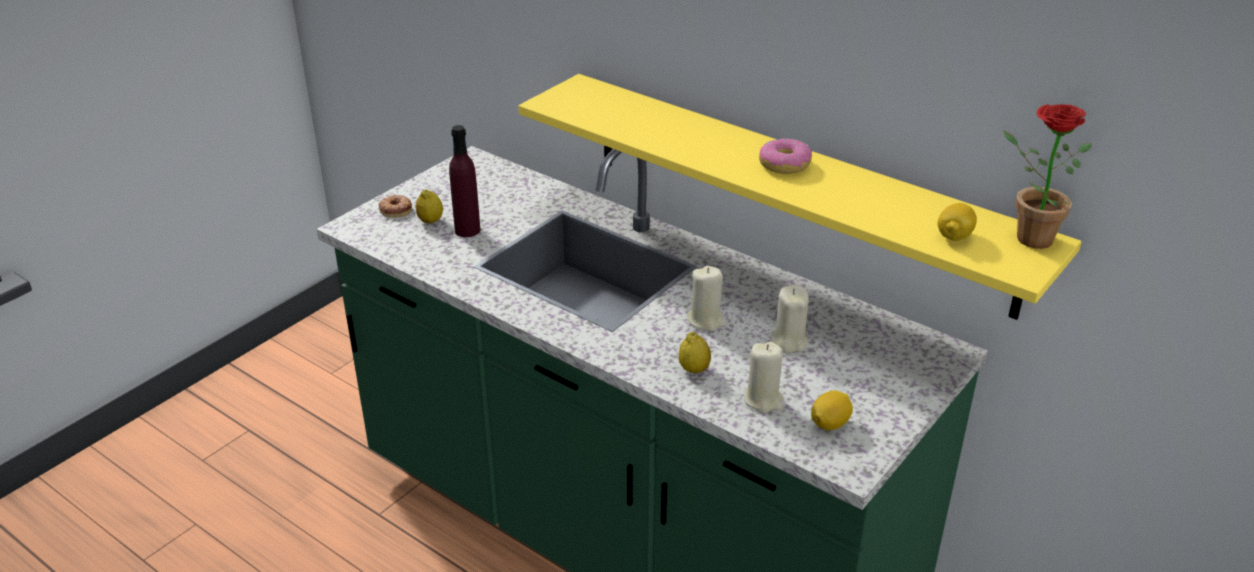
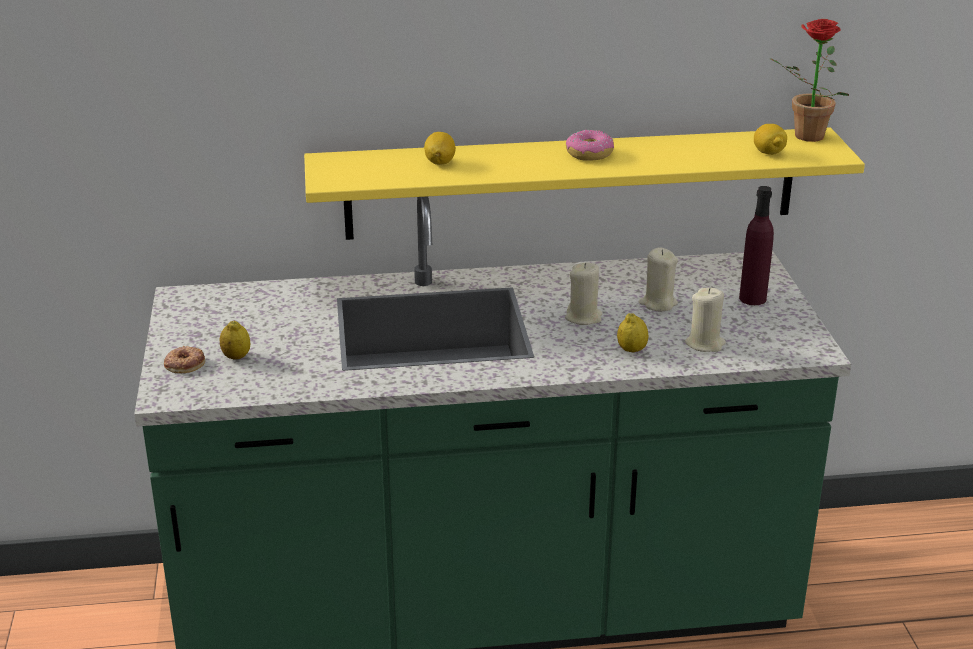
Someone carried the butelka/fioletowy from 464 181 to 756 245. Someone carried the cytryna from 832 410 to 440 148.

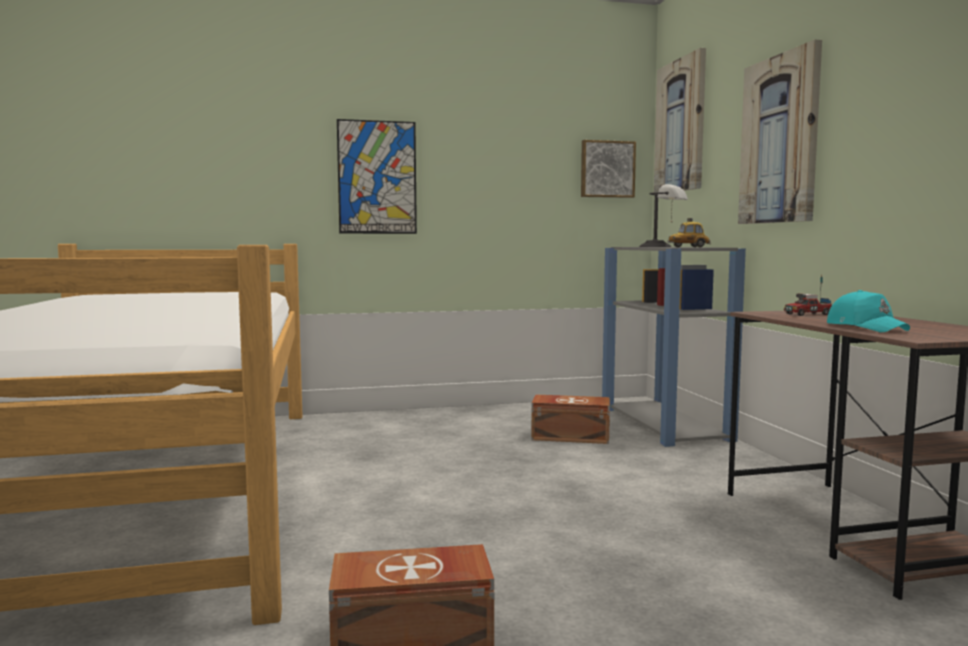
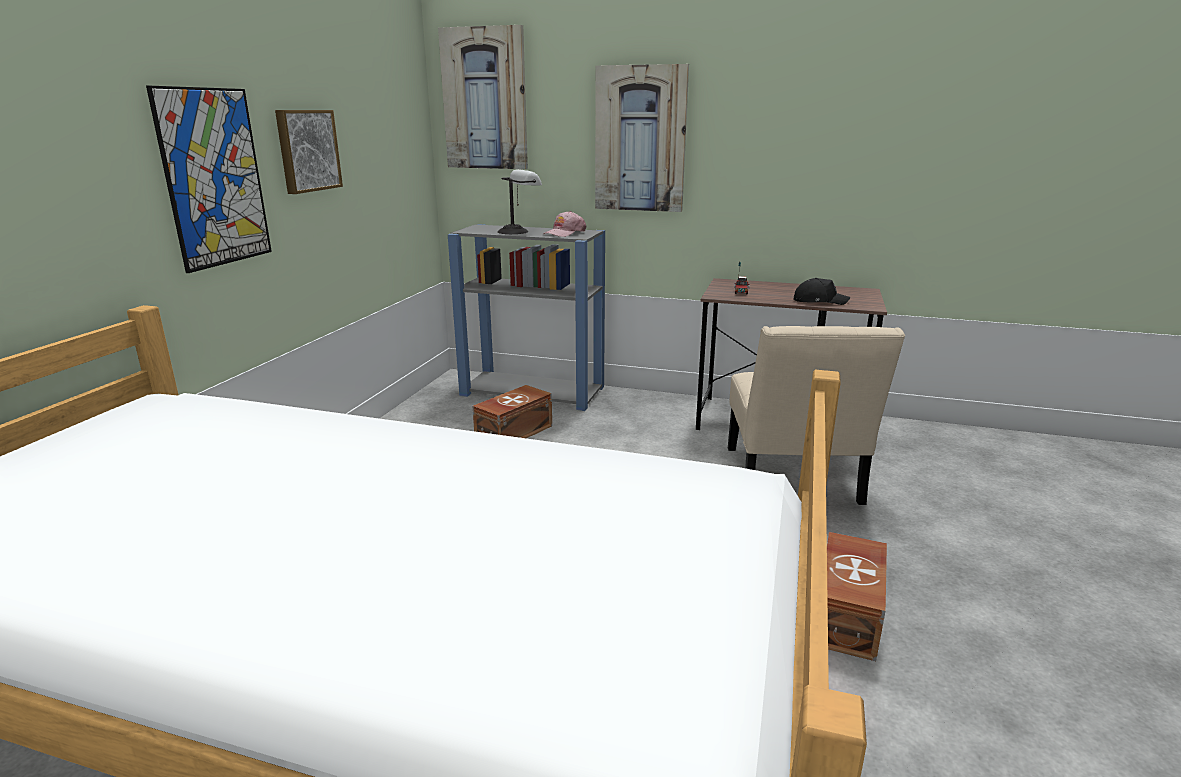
Someone carried the obraz from 608 169 to 309 152. Someone swapped the samochodzik at 689 232 for the czapka z daszkiem/różowy at 564 224. Someone repainted the czapka z daszkiem/turkusowy at 868 311, which became the czapka z daszkiem/czarny at 821 291. Someone put down the krzesło/beżowy at 816 415.

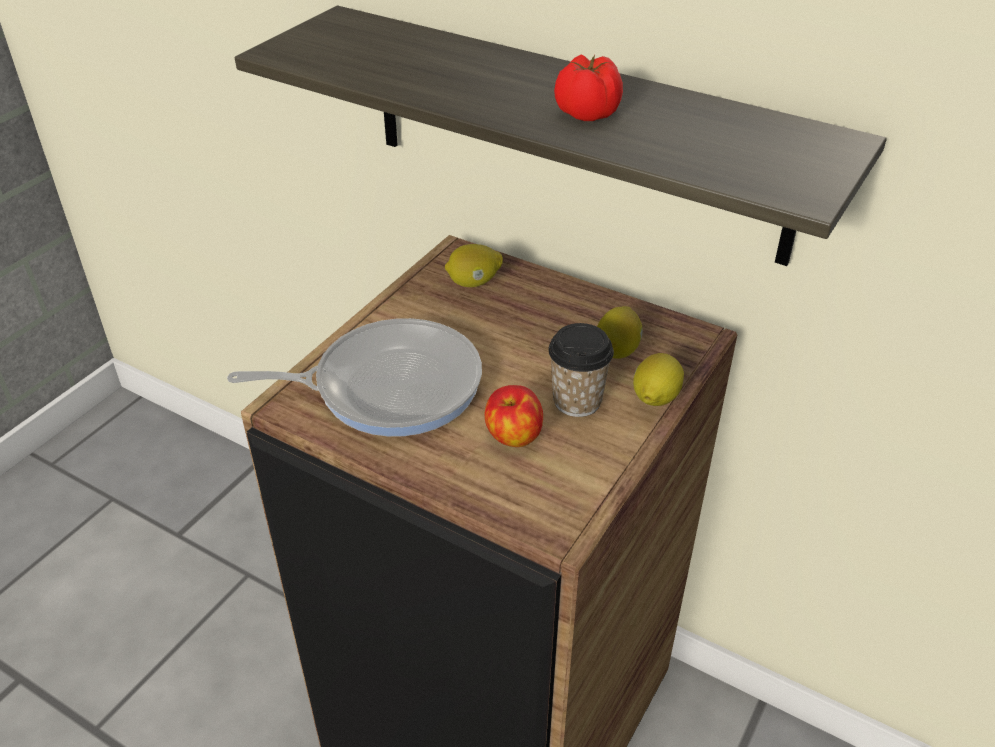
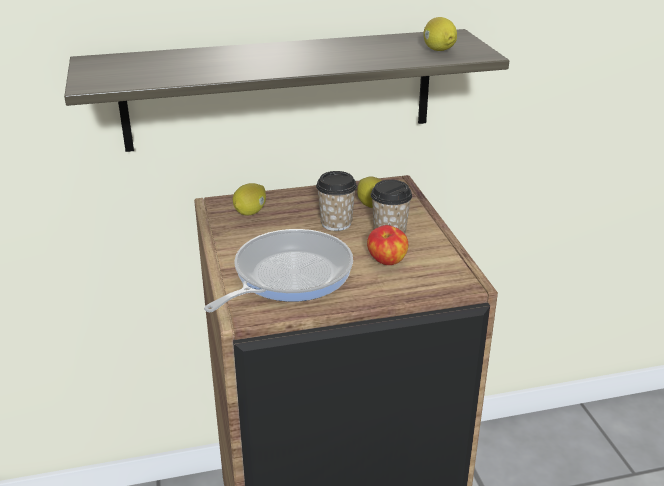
Someone took away the pomidor at 588 87. Someone carried the cytryna from 658 379 to 440 34. Someone put down the filiżanka at 336 201.

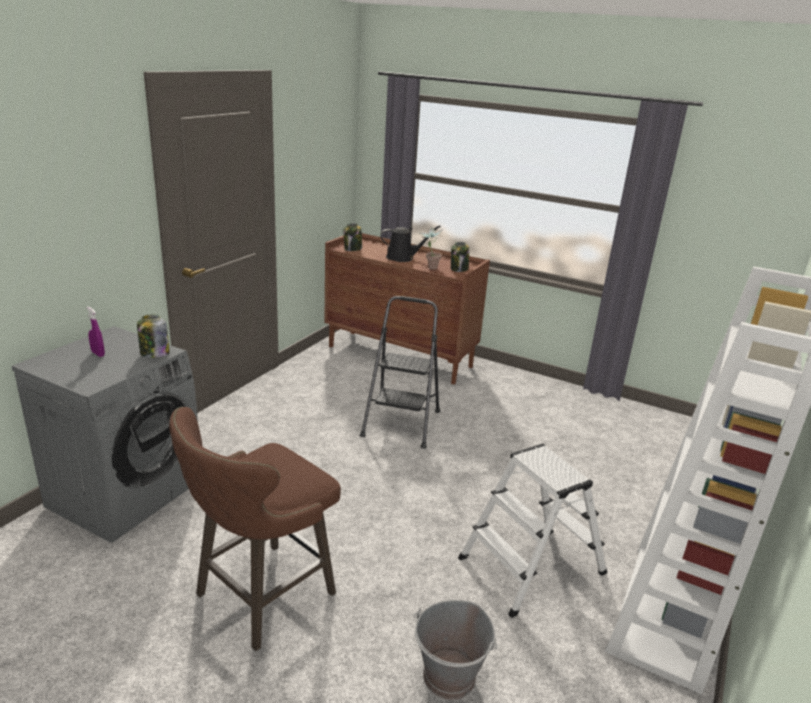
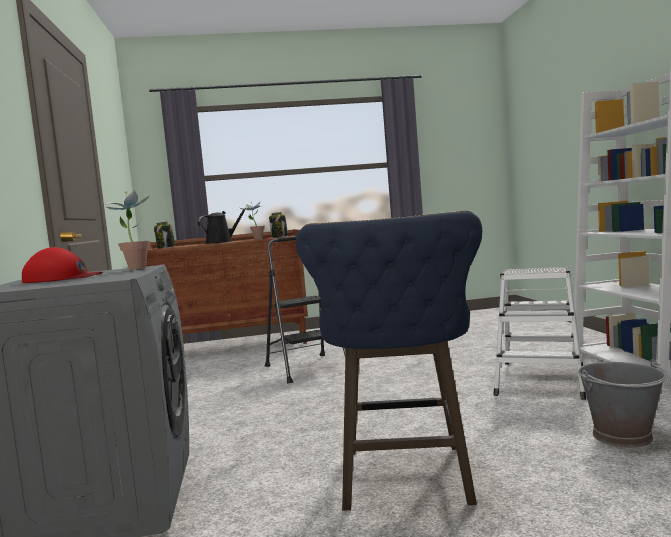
Someone swapped the spryskiwacz/fioletowy at 95 331 for the czapka z daszkiem/czerwony at 62 265. Someone swapped the słoik at 153 336 for the roślina doniczkowa at 128 230. Someone repainted the stołek/brązowy at 255 529, which became the stołek/niebieski at 389 360.

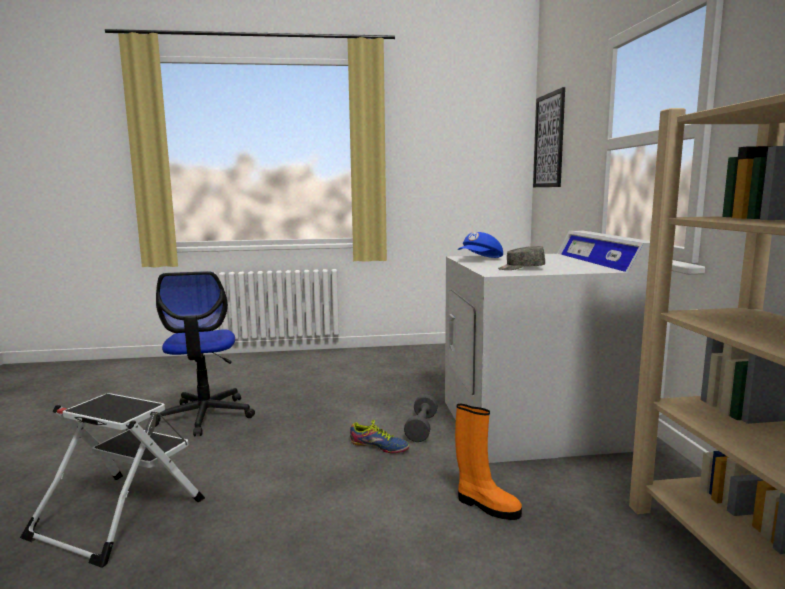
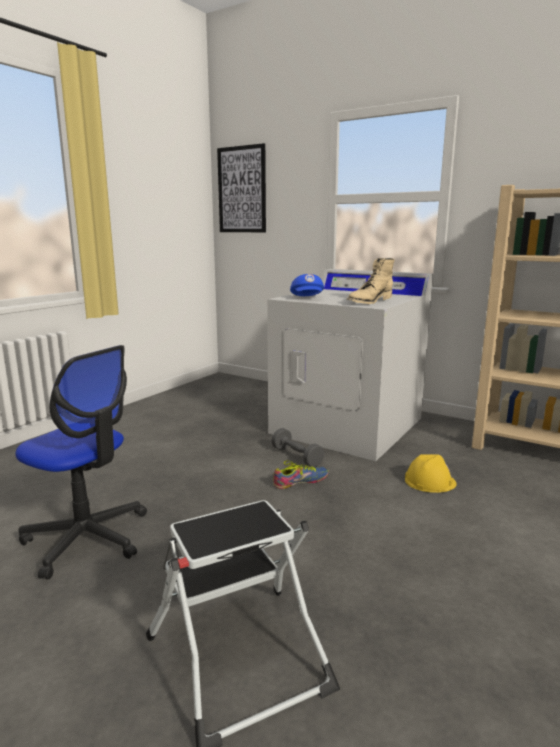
Someone swapped the czapka z daszkiem/szary at 521 258 for the but z cholewką/beżowy at 370 281. Someone swapped the but z cholewką/pomarańczowy at 488 462 for the kask/żółty at 431 473.

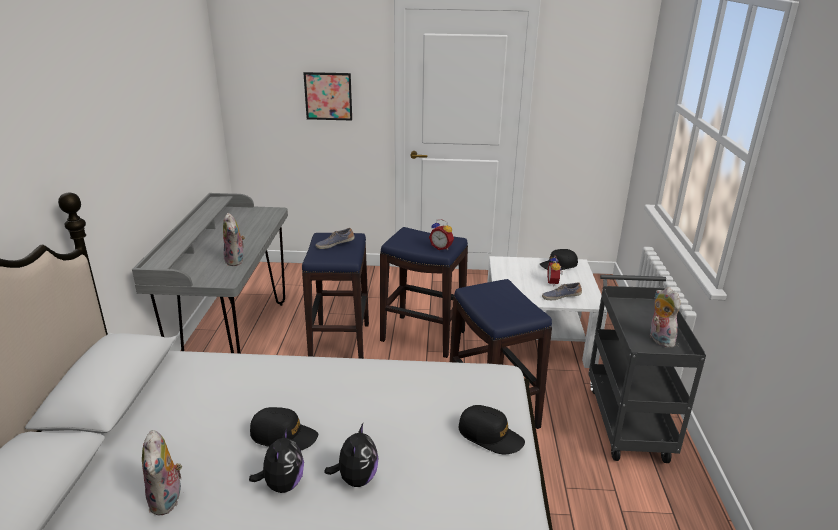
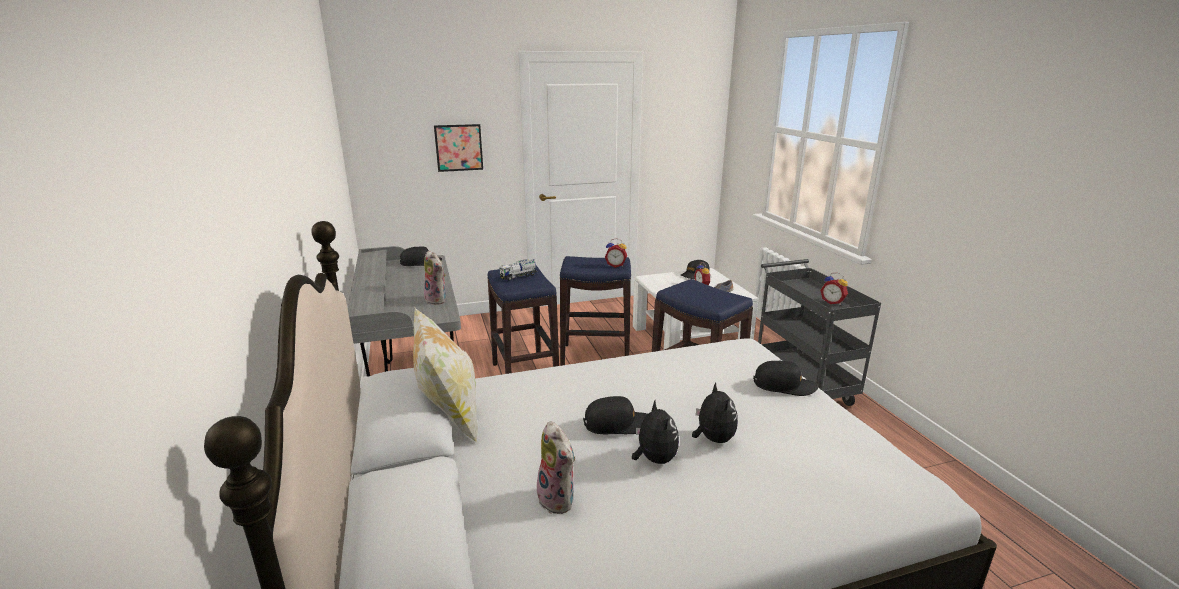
Someone swapped the but at 335 238 for the ciężarówka zabawkowa at 518 270. Someone swapped the pluszak at 665 317 for the budzik at 834 289. Someone put down the czapka z daszkiem/czarny at 421 256. Someone put down the poduszka at 445 374.

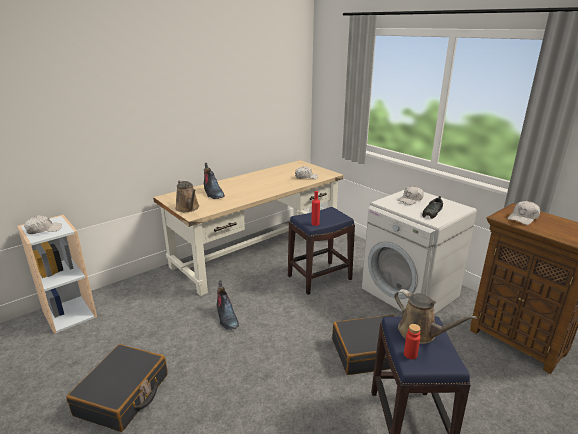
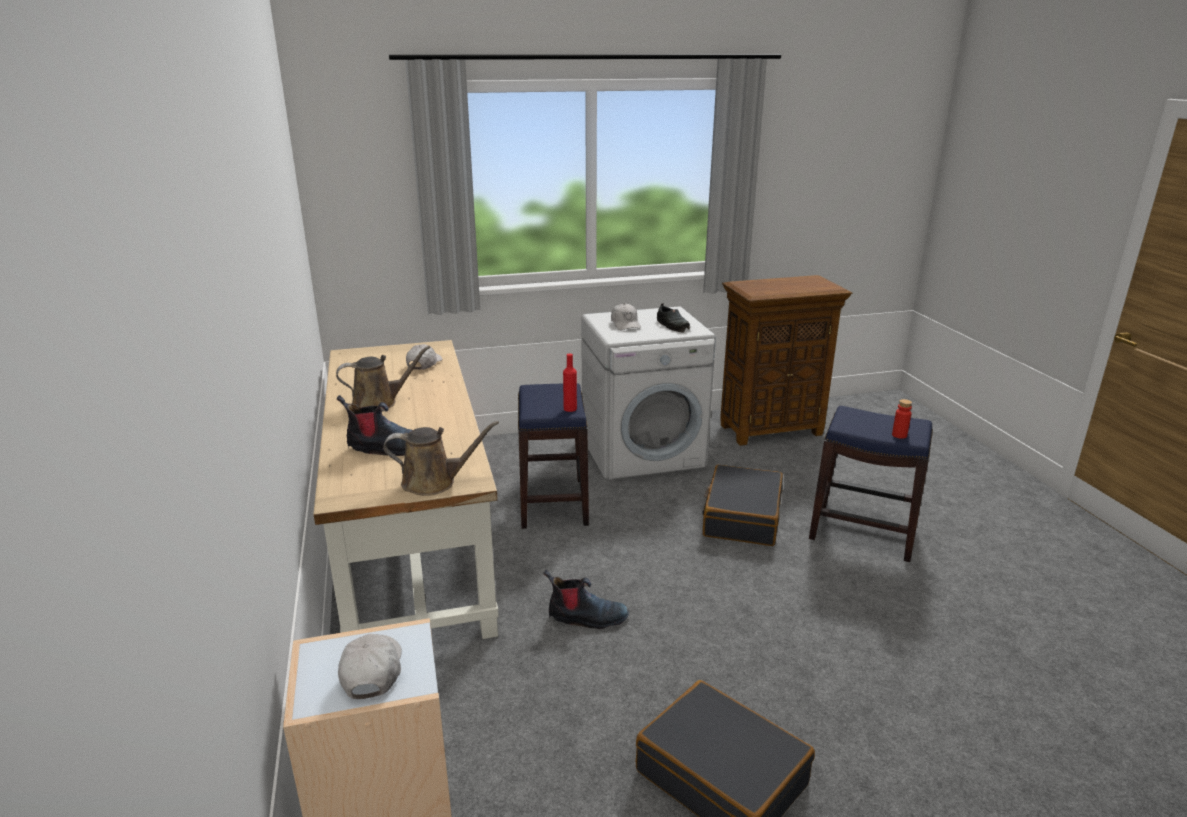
Someone took away the czapka z daszkiem/biały at 524 213. Someone carried the konewka/brązowy from 435 316 to 383 377.

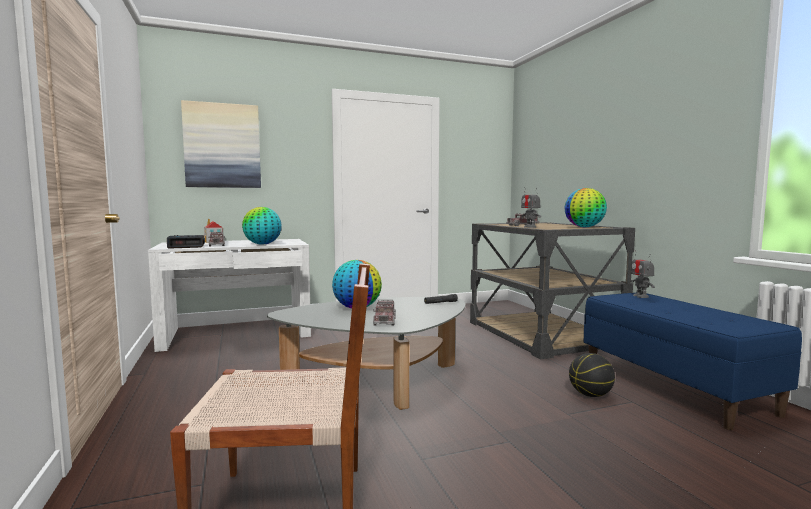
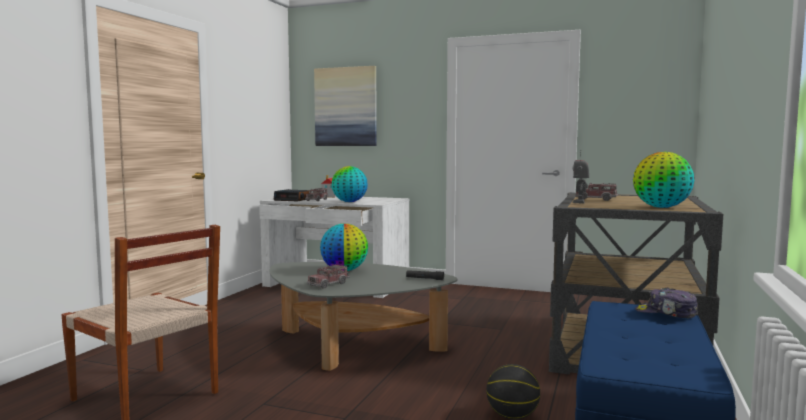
Someone swapped the robot zabawkowy at 642 274 for the czapka z daszkiem at 666 302.

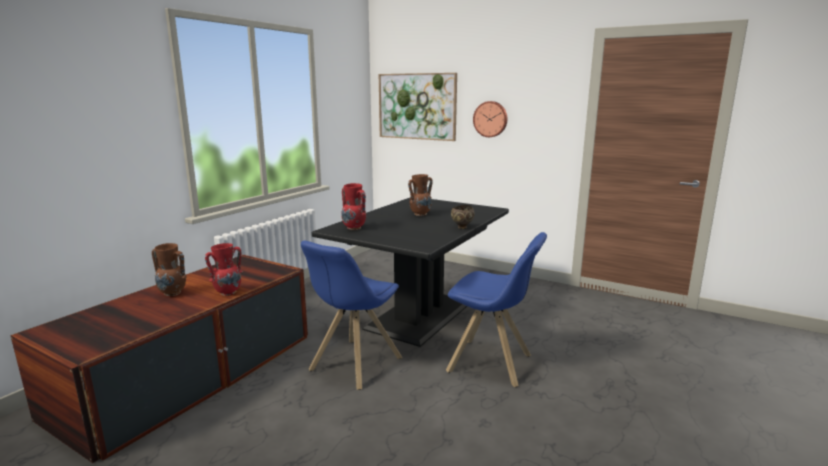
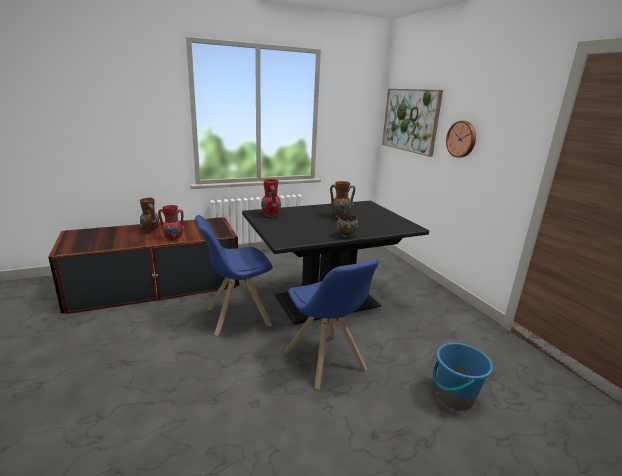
Someone put down the wiadro/niebieski at 463 376.

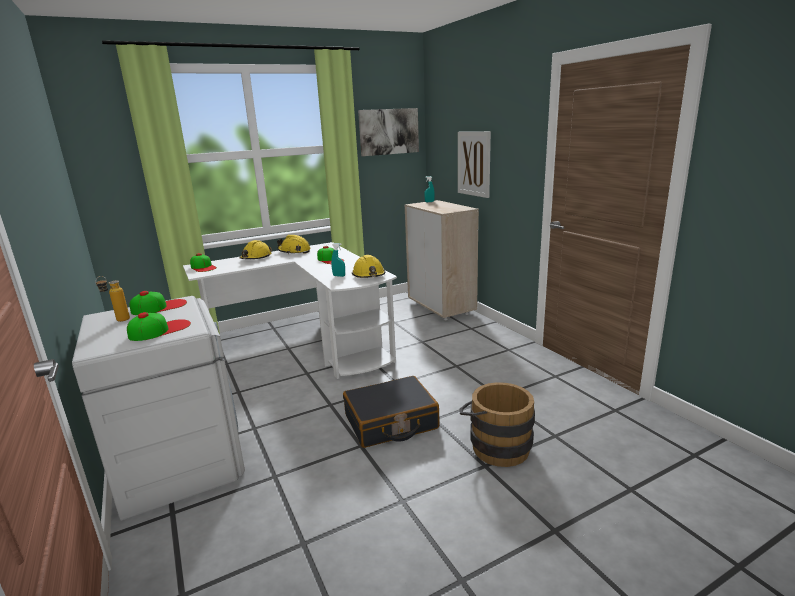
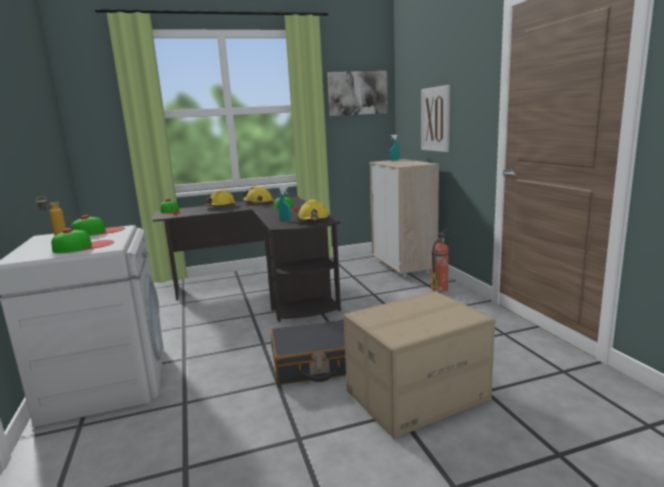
Someone repainted the biurko/biały at 290 310, which became the biurko/czarny at 247 259. Someone swapped the wiadro/brązowy at 497 424 for the karton at 419 365. Someone put down the gaśnica at 440 260.

